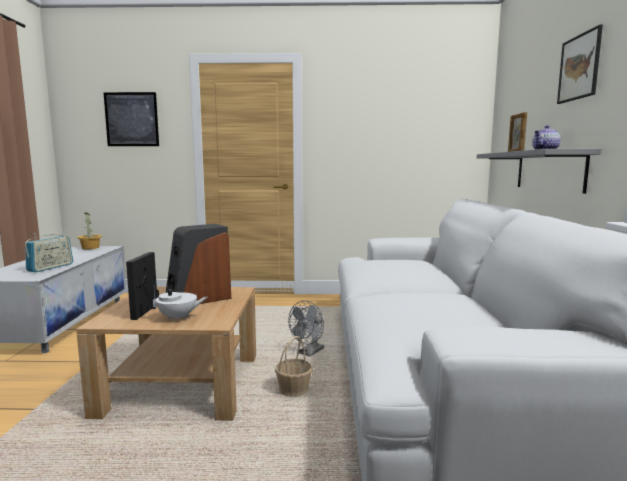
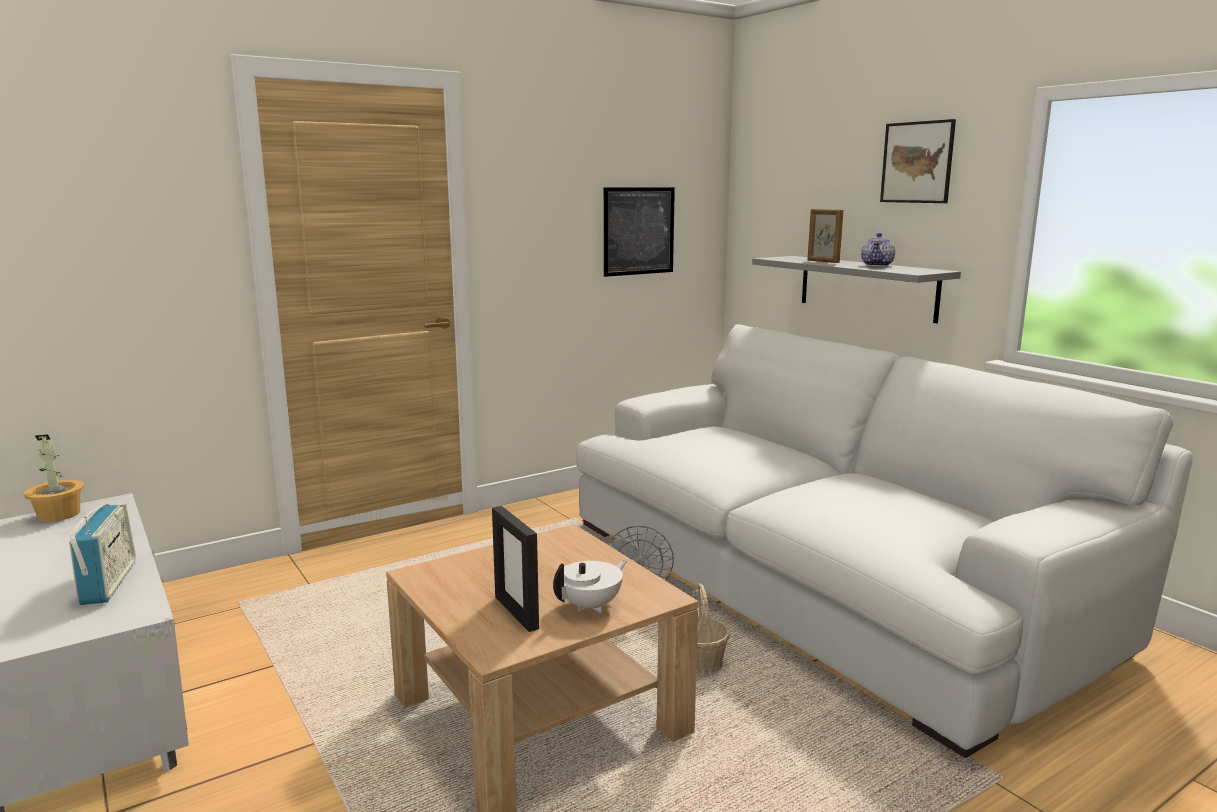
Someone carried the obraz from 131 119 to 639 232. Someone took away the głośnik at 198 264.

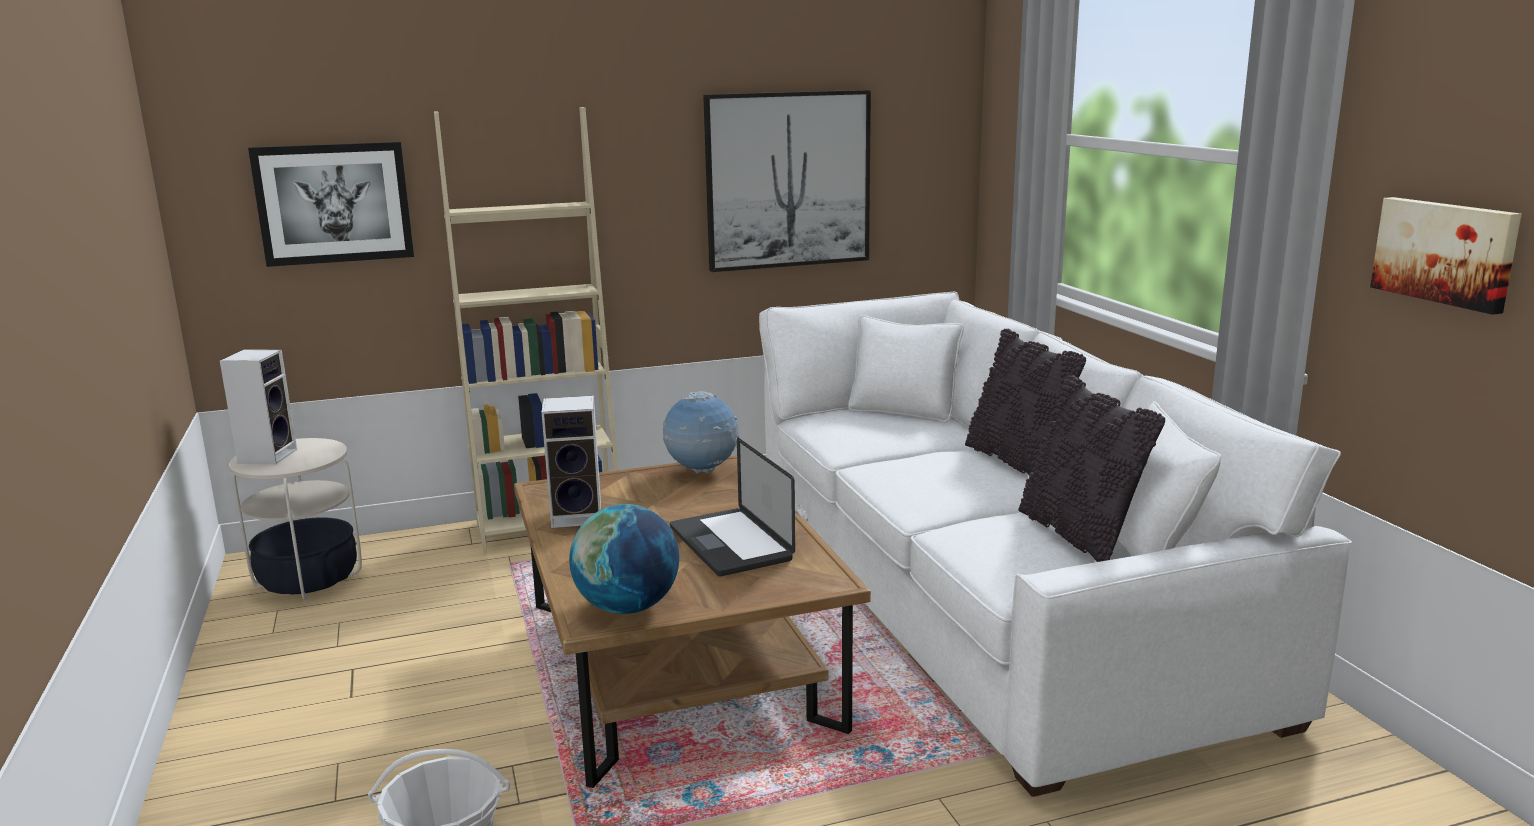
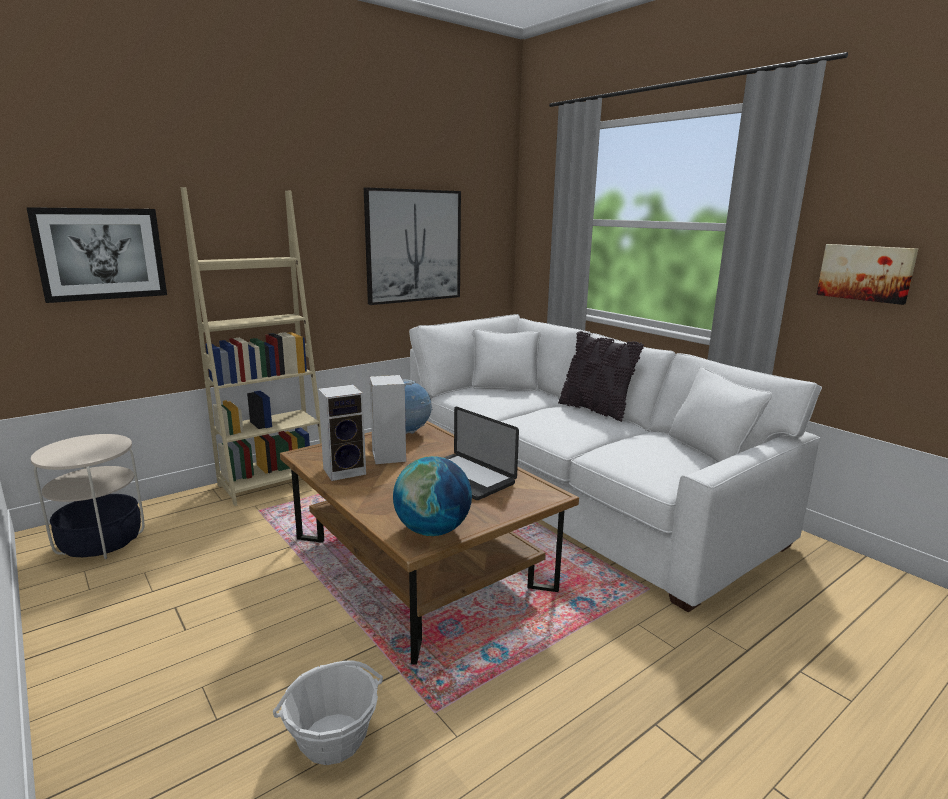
Someone carried the głośnik from 258 407 to 388 419. Someone took away the poduszka/czarny at 1091 468.

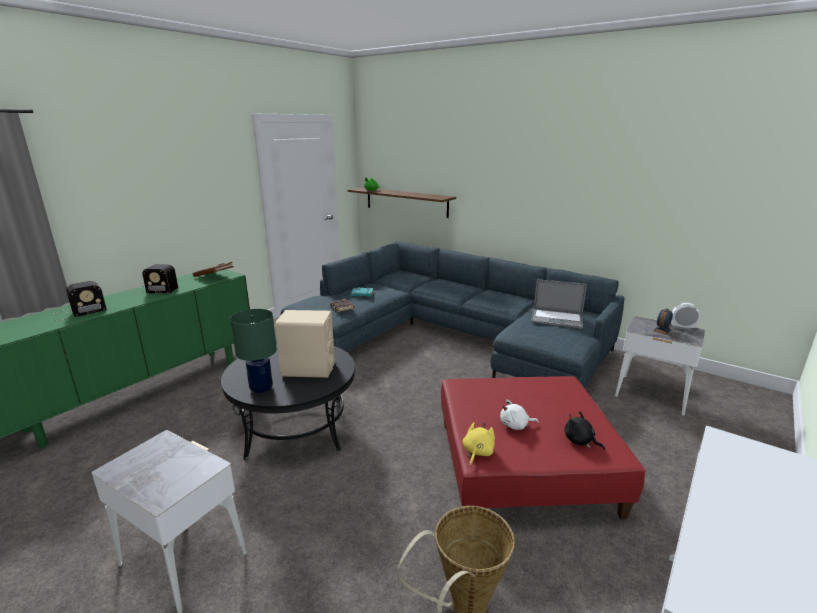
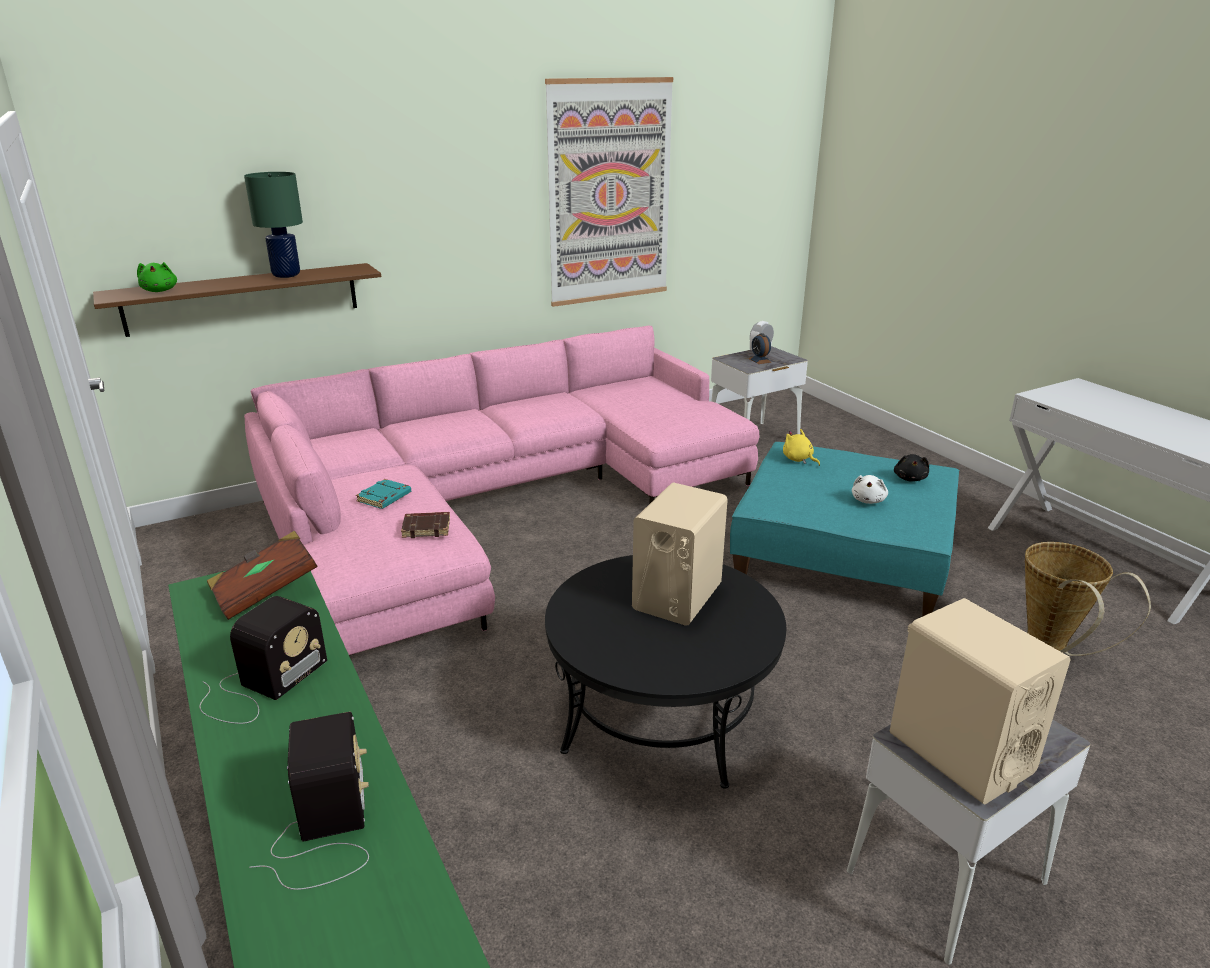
Someone repainted the kanapa/niebieski at 452 315, which became the kanapa/różowy at 501 491. Someone took away the laptop at 559 303. Someone carried the lampa stołowa/zielony from 253 351 to 273 225. Someone repainted the pufa/czerwony at 543 447, which became the pufa/turkusowy at 844 529. Someone rotated the pluszak/czarny at 584 430 by 60 degrees counterclockwise. Someone carried the pluszak/żółty from 479 444 to 801 447. Someone put up the obraz at 609 192. Someone put down the głośnik/beżowy at 980 701.

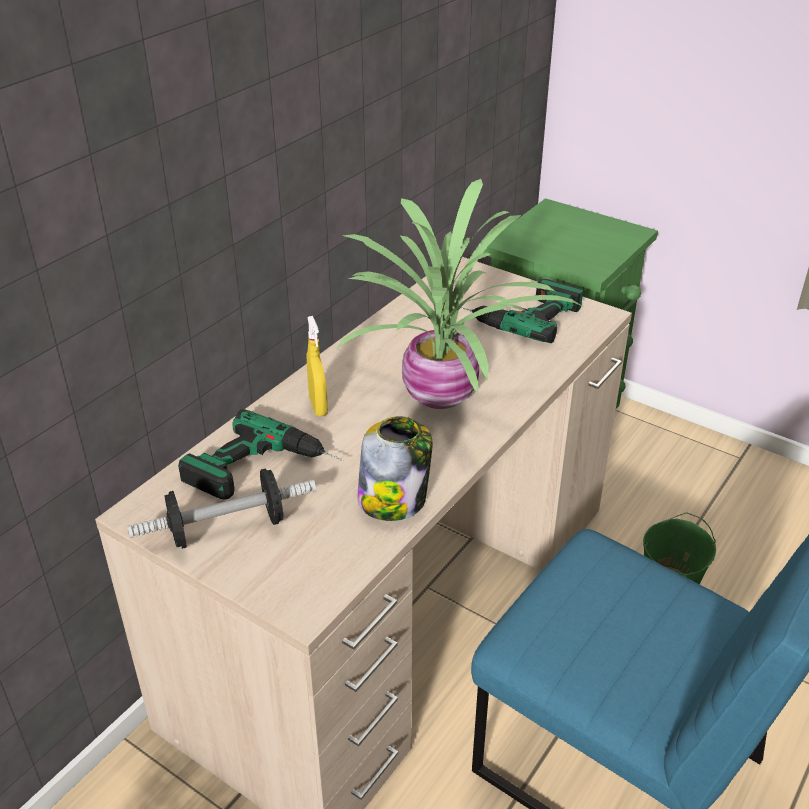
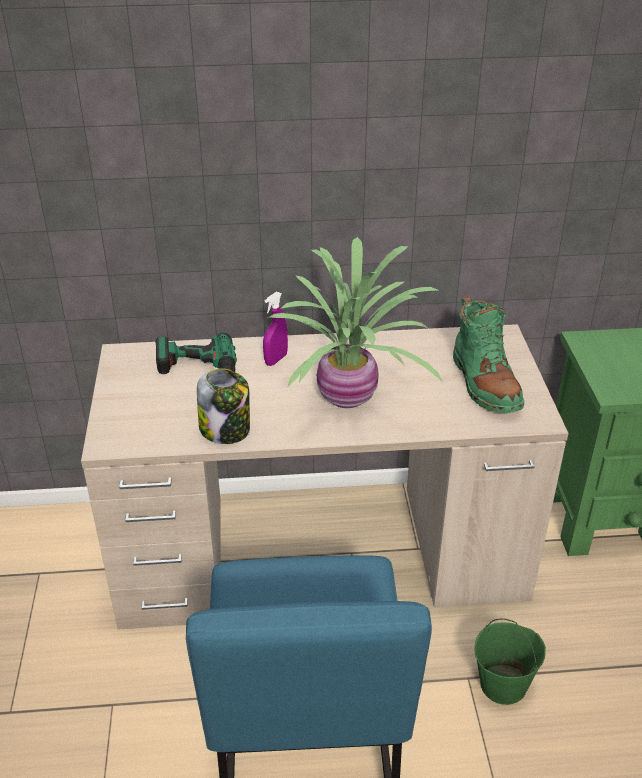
Someone swapped the wiertarka at 522 311 for the but z cholewką/zielony at 488 354. Someone repainted the spryskiwacz/żółty at 317 366, which became the spryskiwacz/fioletowy at 275 329. Someone took away the hantel at 222 509.

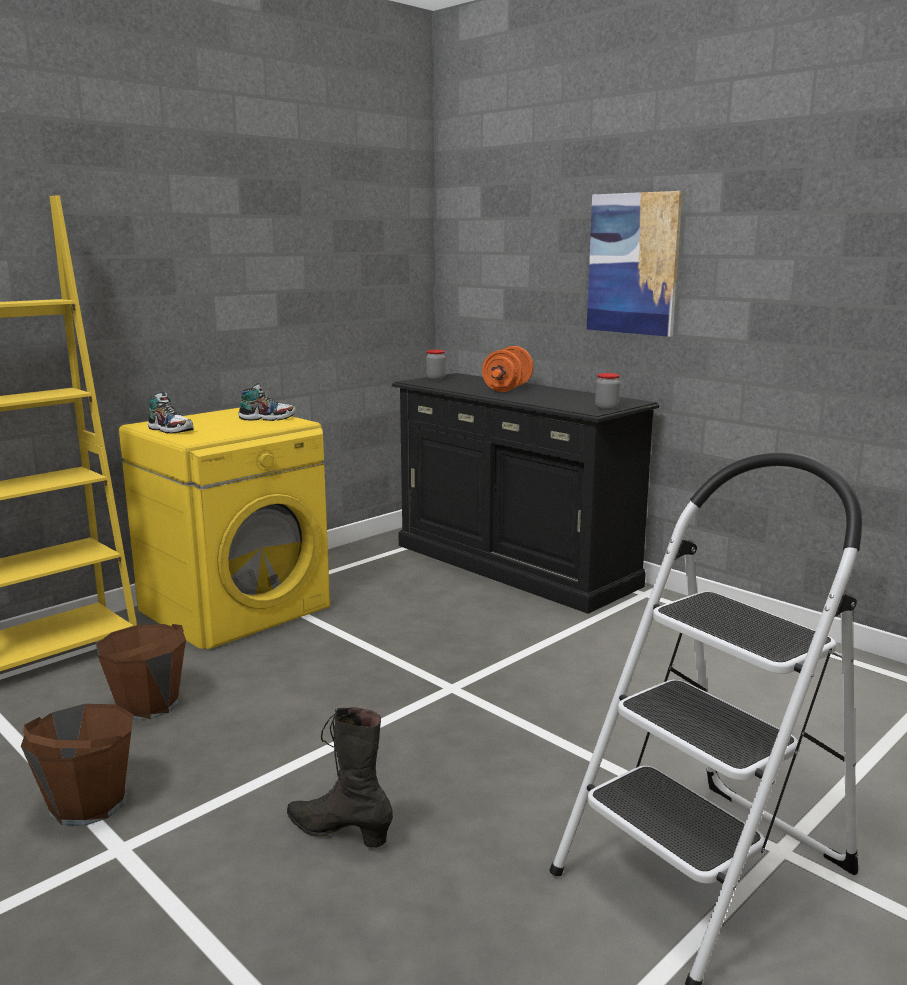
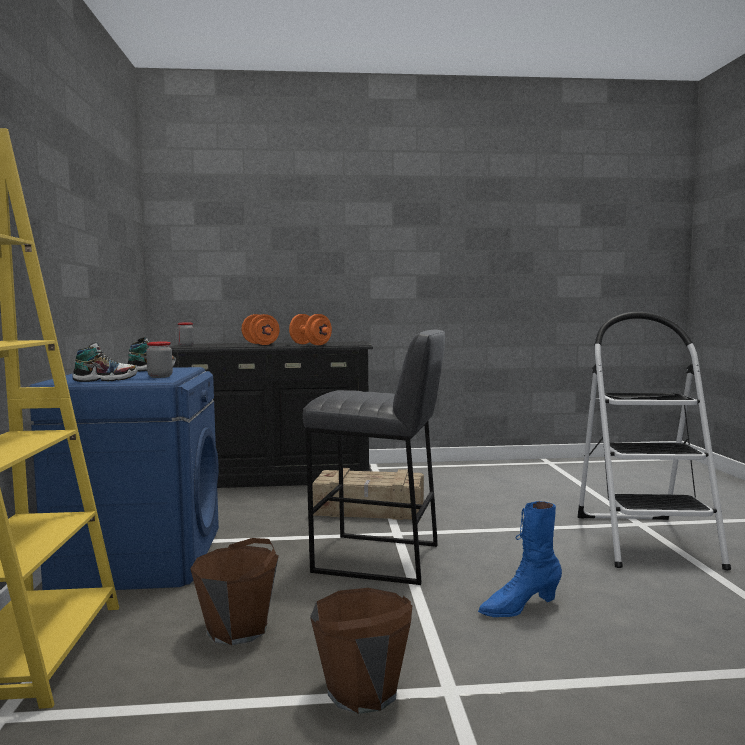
Someone took away the obraz at 635 264. Someone carried the słoik from 607 391 to 159 360. Someone repainted the pralka/żółty at 224 528, which became the pralka/niebieski at 124 478. Someone repainted the but z cholewką/czarny at 340 777, which became the but z cholewką/niebieski at 520 559. Someone put down the hantel/pomarańczowy at 310 329. Someone put down the stołek/szary at 374 457. Someone put down the skrzynka at 368 494.

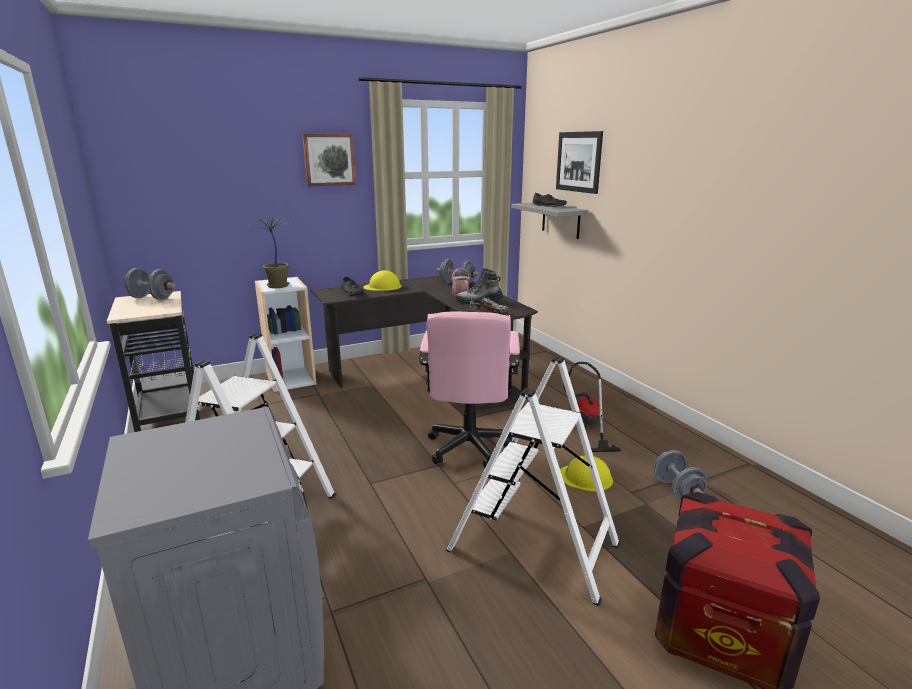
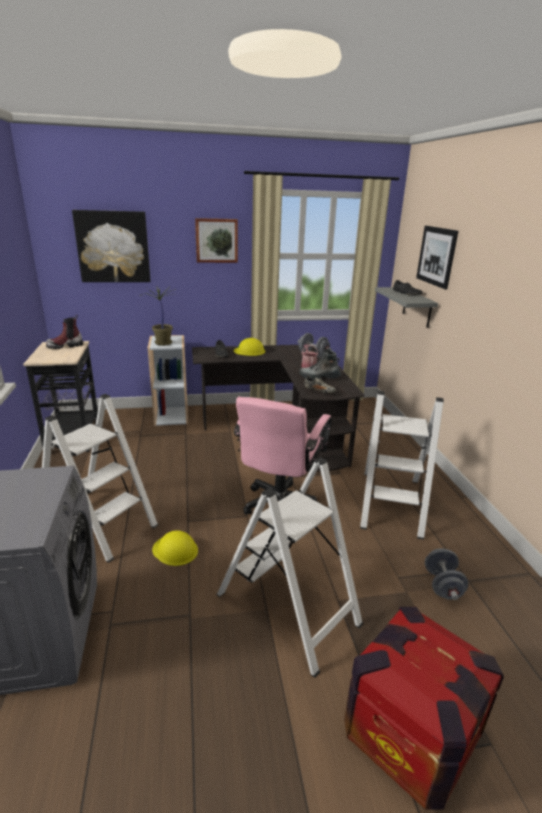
Someone swapped the hantel/szary at 149 284 for the but z cholewką at 64 332. Someone swapped the odkurzacz at 593 407 for the drabinka/biały at 402 465. Someone carried the kask/żółty from 586 473 to 175 548. Someone put up the obraz at 111 246.

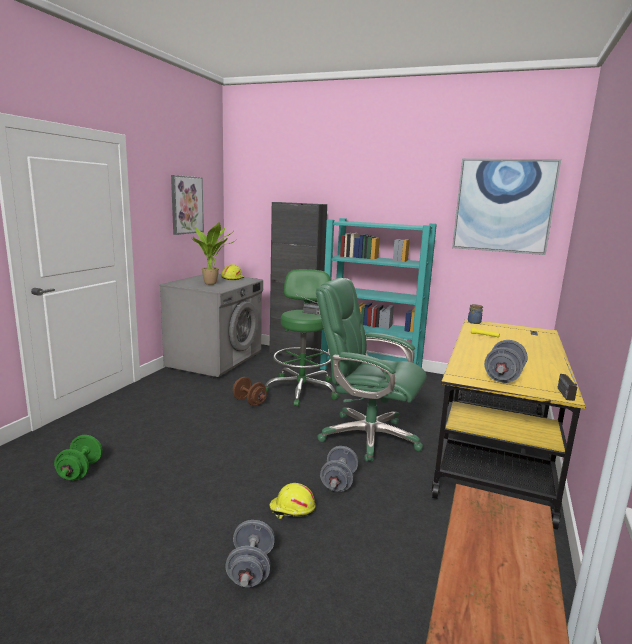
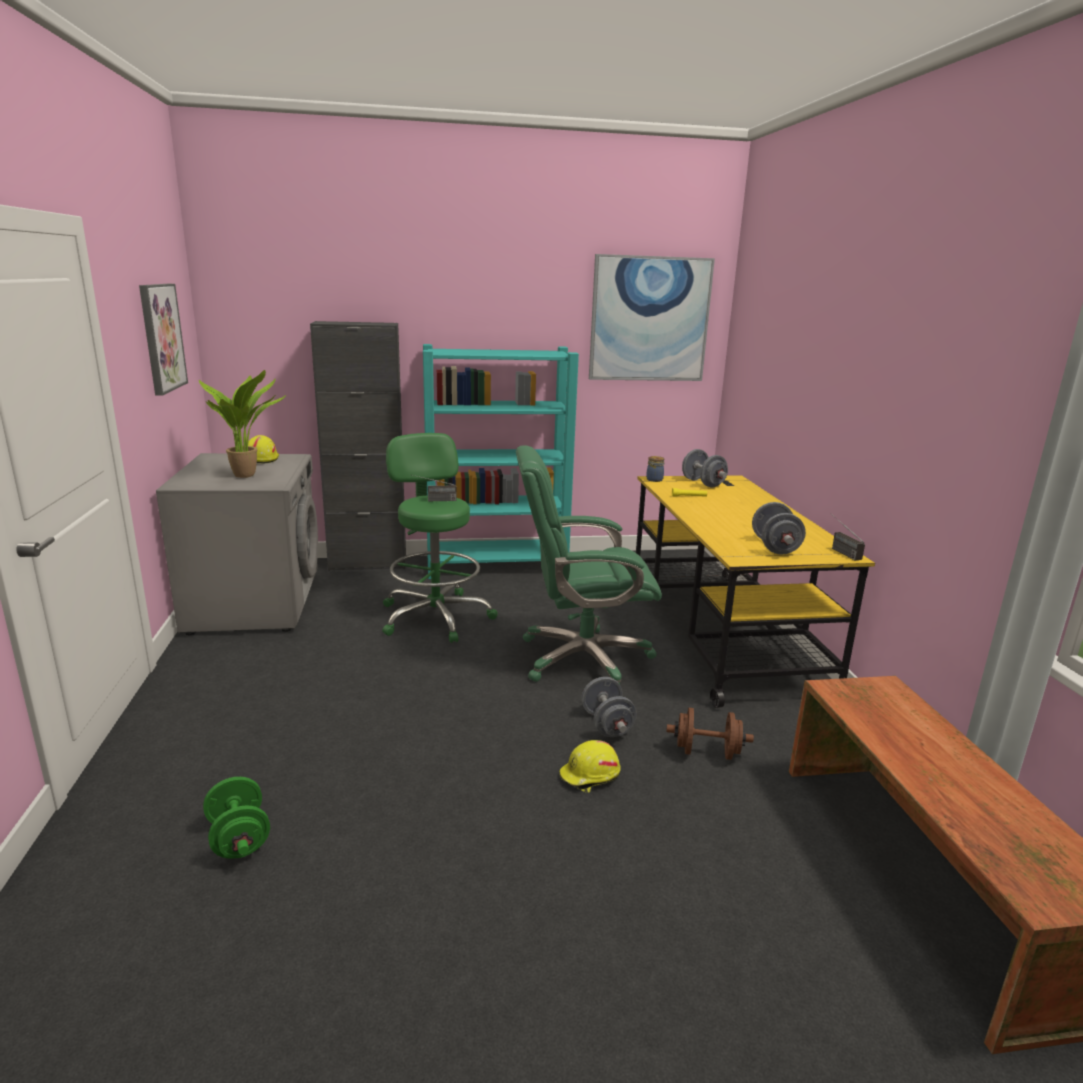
Someone carried the hantel/brązowy from 250 391 to 710 734. Someone carried the hantel/szary from 250 553 to 705 468.

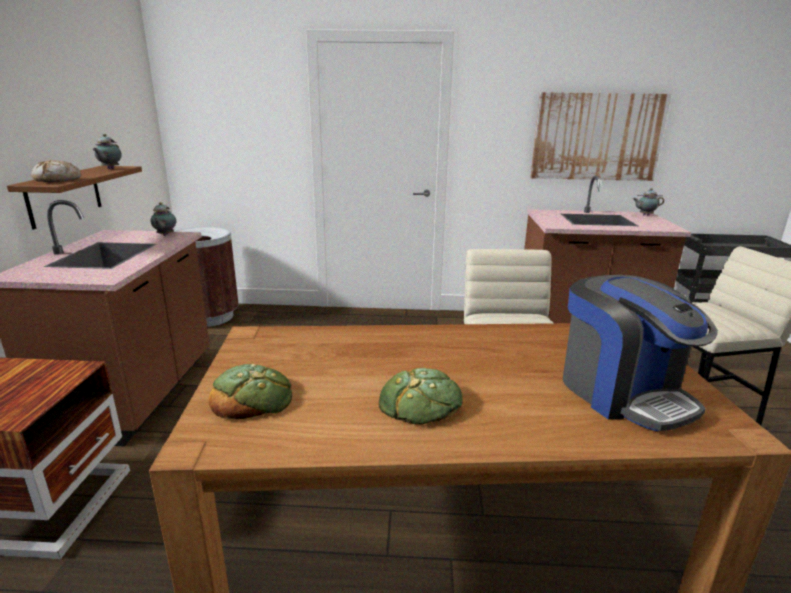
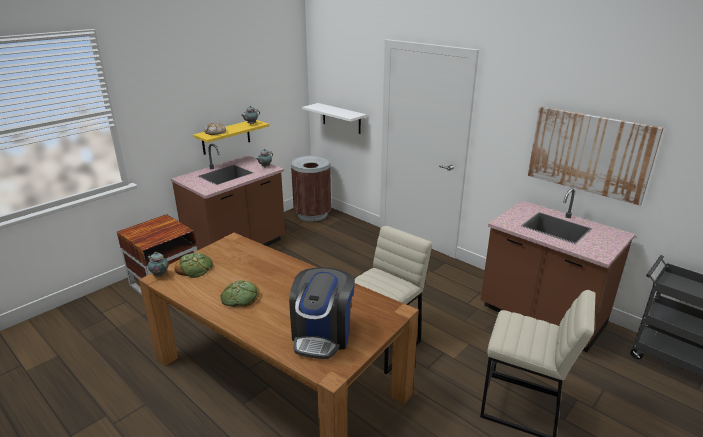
Someone repainted the półka/brązowy at 74 197, which became the półka/żółty at 231 137. Someone carried the imbryk from 648 201 to 158 264. Someone put up the półka/biały at 334 118.

